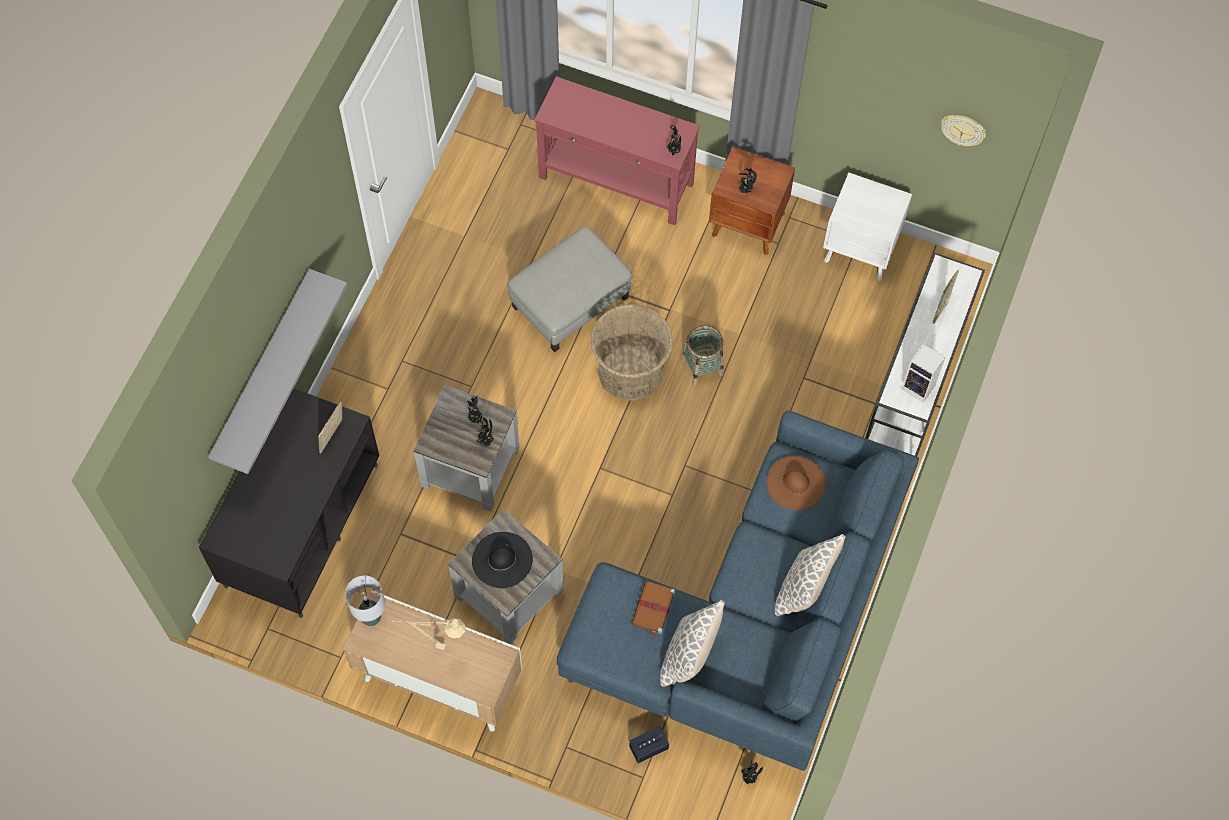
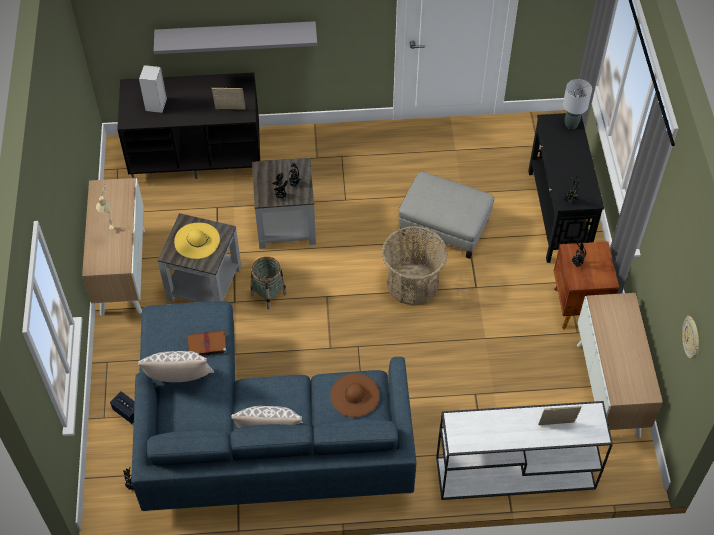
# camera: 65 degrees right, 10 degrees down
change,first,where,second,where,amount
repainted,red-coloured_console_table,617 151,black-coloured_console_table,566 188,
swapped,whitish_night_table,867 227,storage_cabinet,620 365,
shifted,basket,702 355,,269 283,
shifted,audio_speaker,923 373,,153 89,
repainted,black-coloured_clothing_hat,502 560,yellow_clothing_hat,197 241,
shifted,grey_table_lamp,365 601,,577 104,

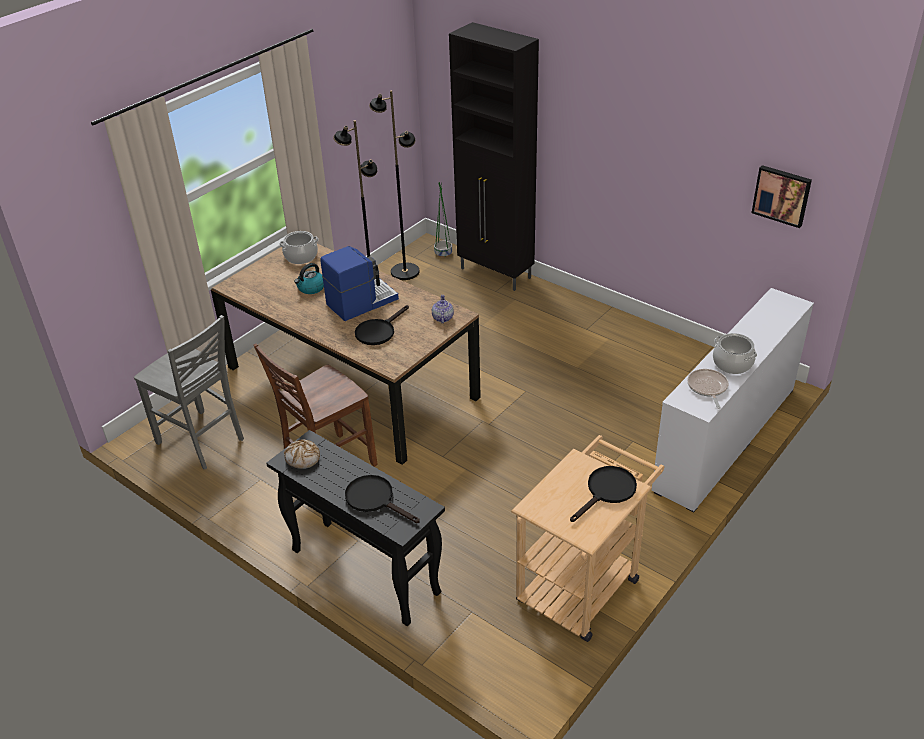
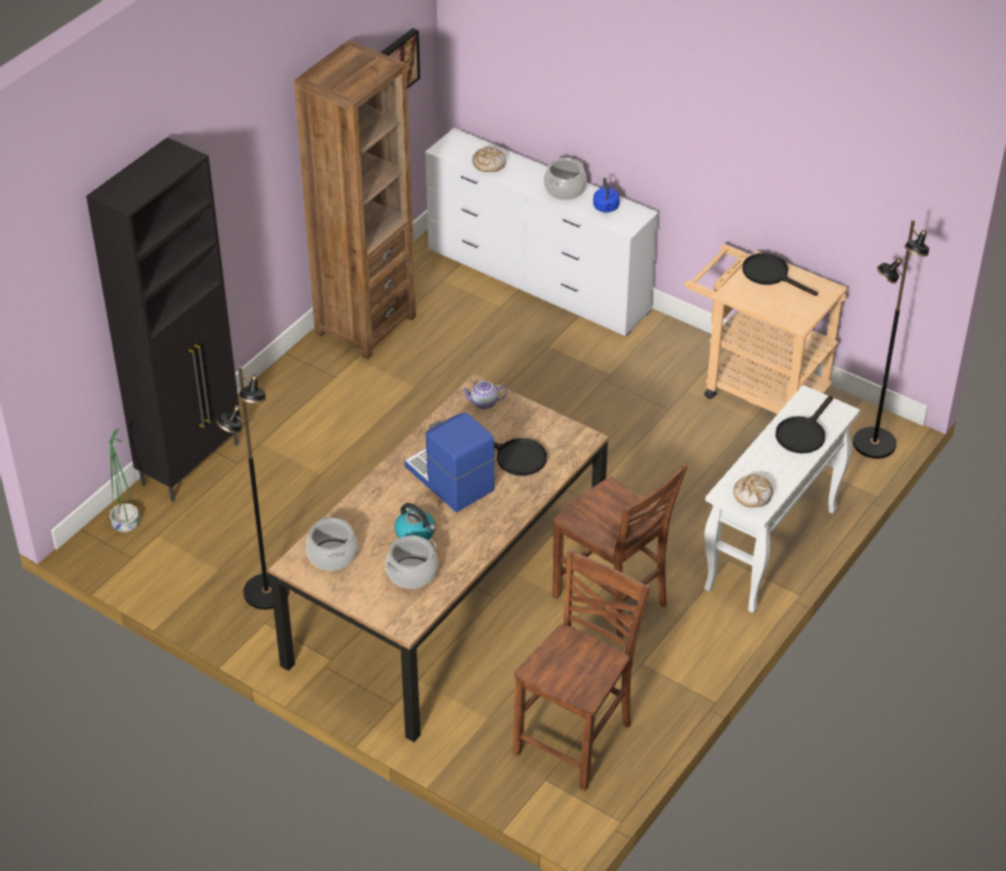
# camera: 95 degrees left, 5 degrees up
change,first,where,second,where,amount
shifted,black-coloured_standard_lamp,394 185,,891 339,
repainted,grey_chair,189 392,brown_chair,582 670,
swapped,skillet,708 389,blue-coloured_kettle,606 195,
repainted,black-coloured_console_table,355 528,whitish_console_table,782 499,
new,,,brown_bookshelf,355 200,
new,,,baked_bread,489 159,
new,,,saucepot,411 562,

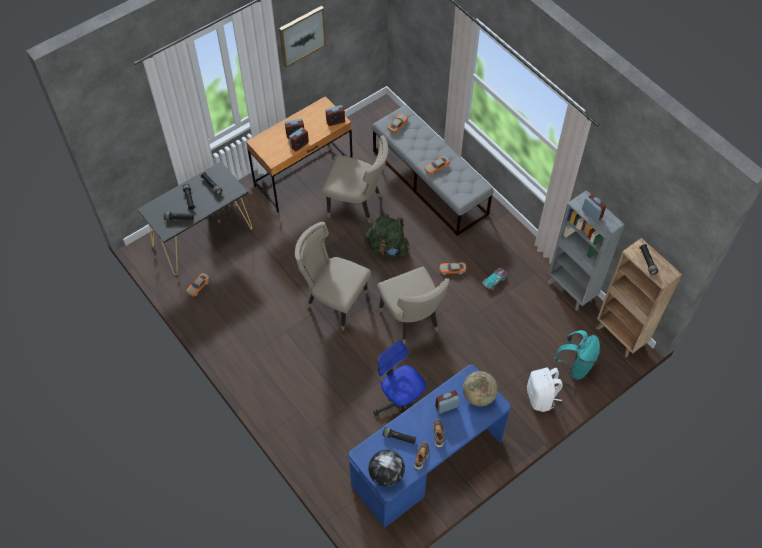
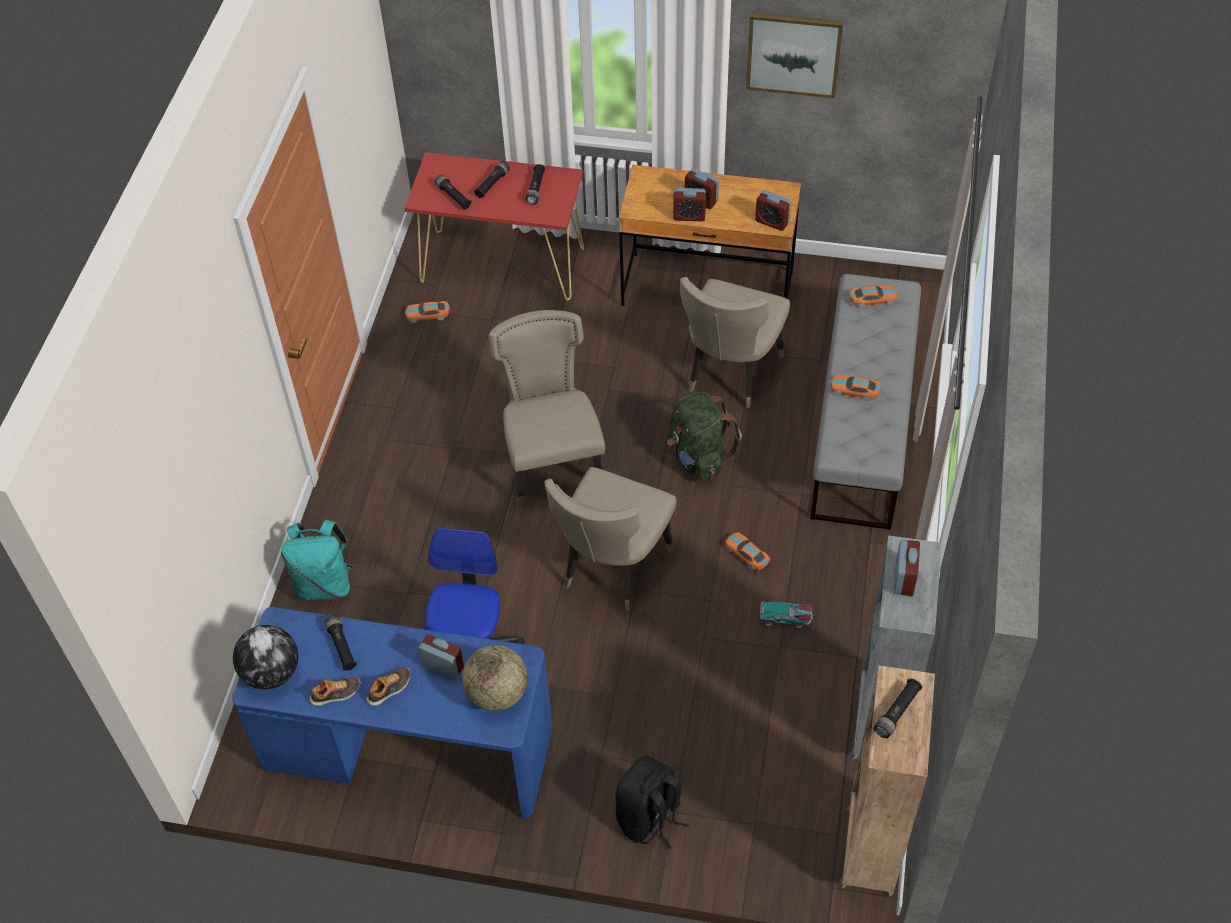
# camera: 50 degrees right, 5 degrees down
change,first,where,second,where,amount
rotated,beige_chair,355 179,,735 342,45 degrees clockwise
repainted,black-coloured_console_table,194 218,red-coloured_console_table,494 226,
shifted,turquoise-coloured_backpack,577 355,,317 560,
repainted,whitish_backpack,545 389,black-coloured_backpack,652 802,

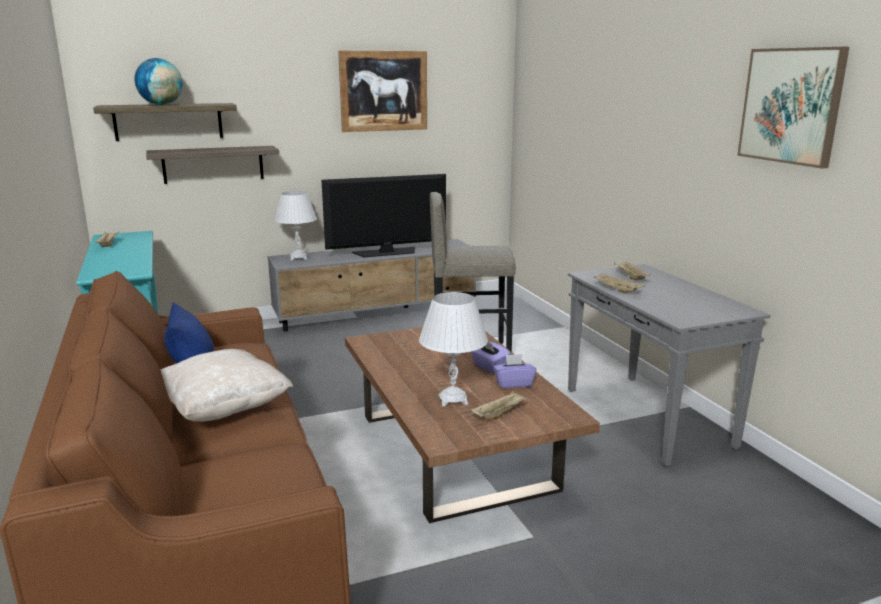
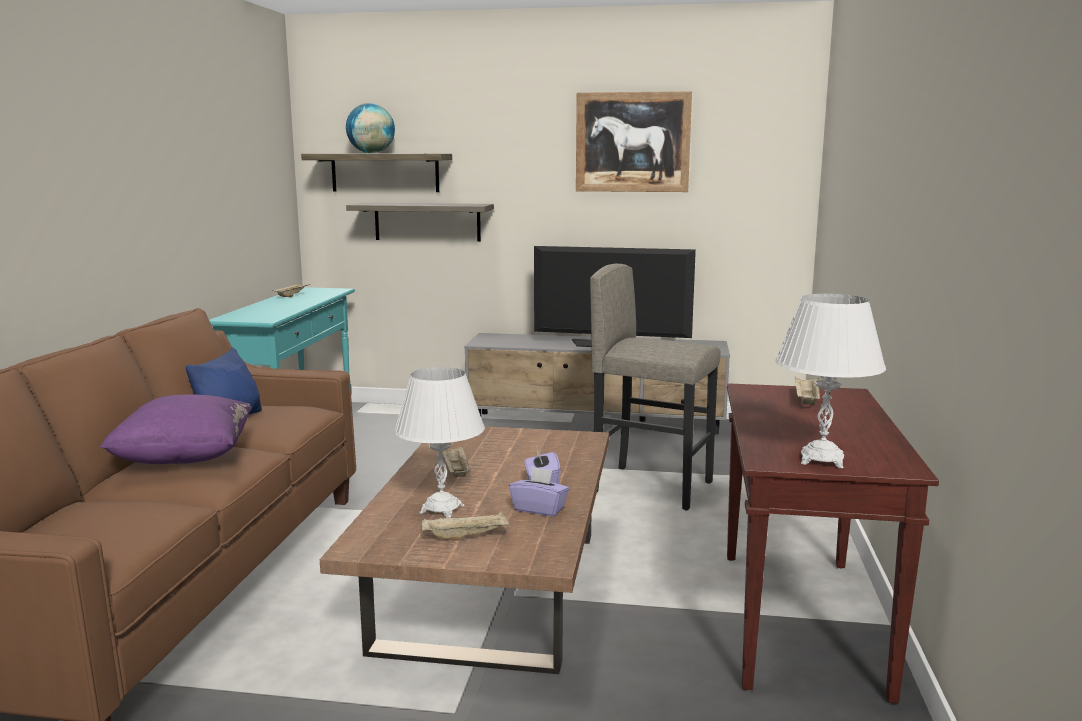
# camera: 30 degrees right, 5 degrees down
change,first,where,second,where,amount
gone,wall_picture,793 108,,,
shifted,whitish_table_lamp,296 226,,830 381,
repainted,grey_console_table,669 365,brown_console_table,833 543,
shifted,beige_serving_tray,619 282,,456 461,
repainted,beige_throw_pillow,227 385,purple_throw_pillow,176 429,

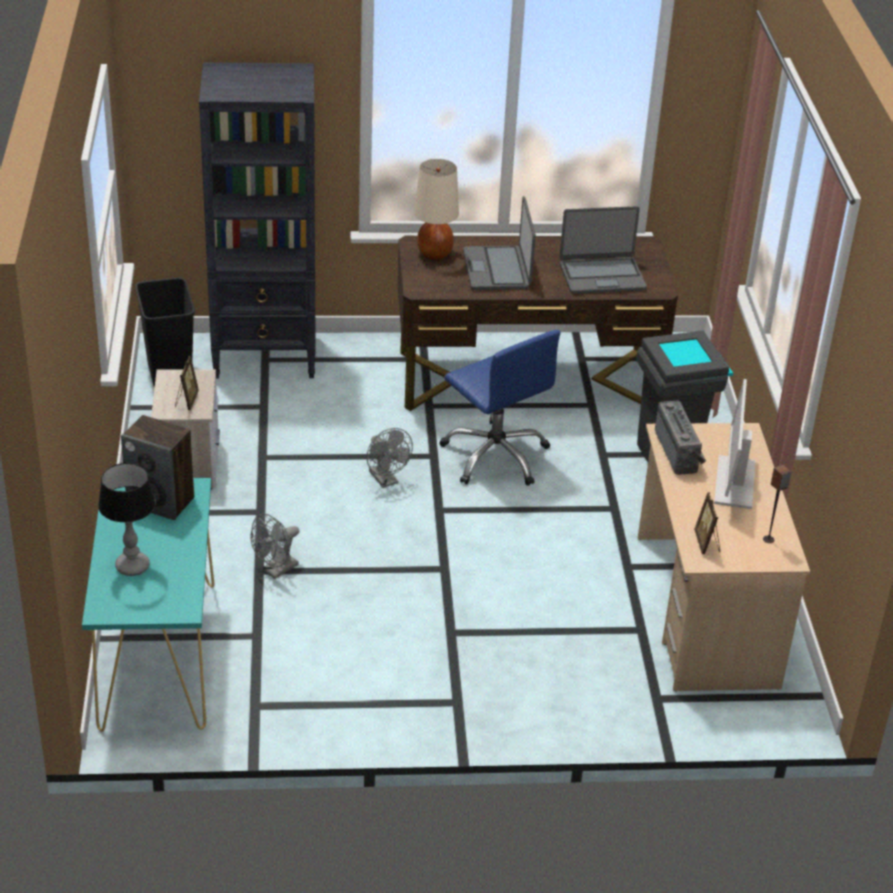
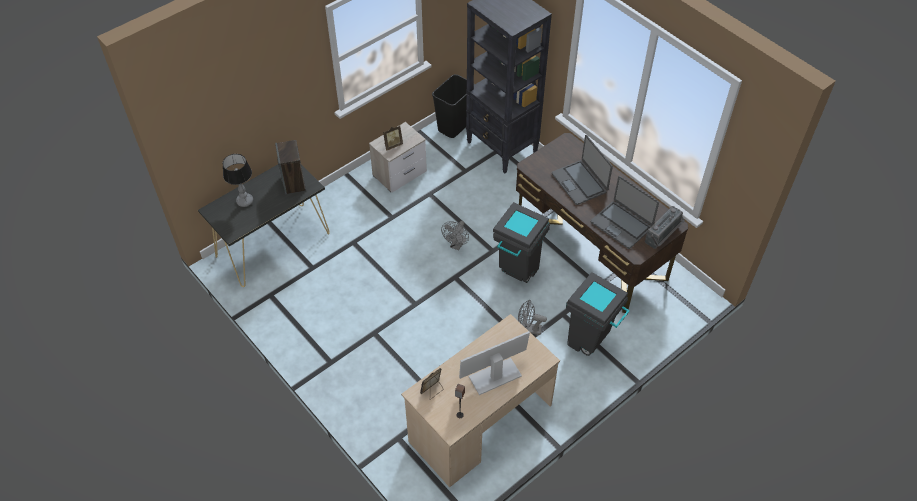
# camera: 55 degrees right, 15 degrees up
change,first,where,second,where,amount
gone,beige_table_lamp,436 209,,,
rotated,portable_computer,499 243,,582 170,75 degrees counterclockwise
swapped,blue-coloured_office_chair,499 408,grey_waste_bin,521 242,
shifted,radio_set,680 437,,665 227,
repainted,turquoise-coloured_console_table,148 605,black-coloured_console_table,264 225,
shifted,grey_electric_fan,274 546,,532 317,

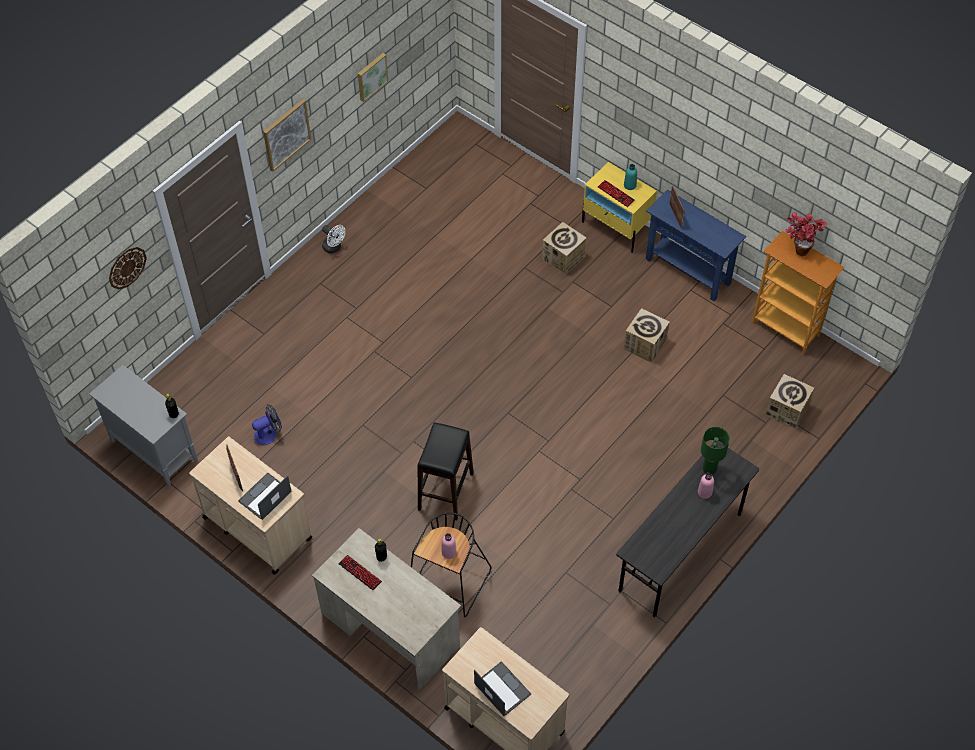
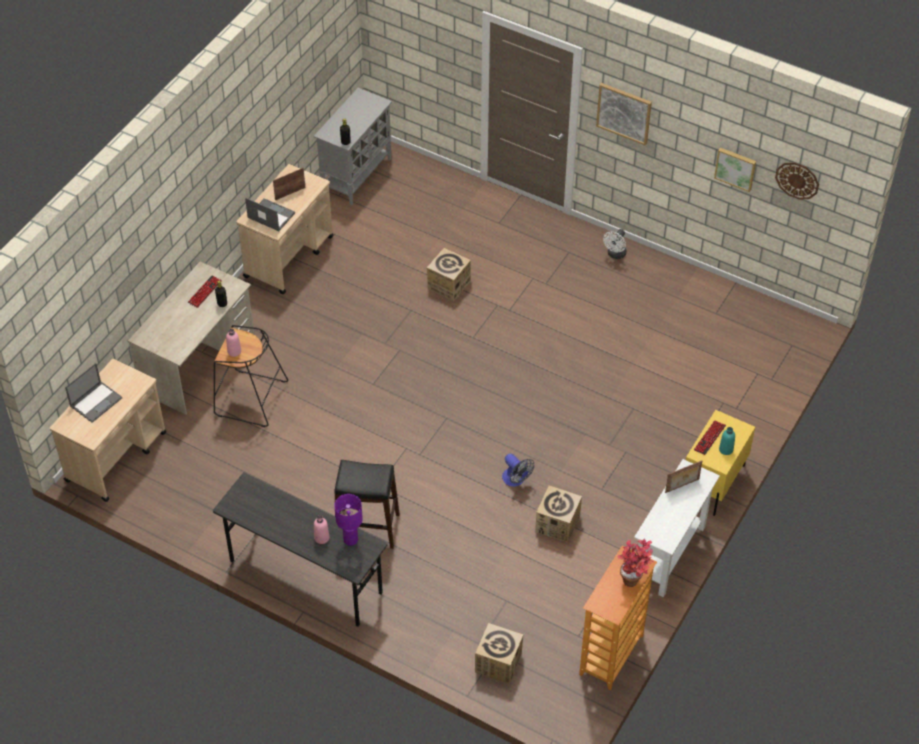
# camera: 80 degrees right, 5 degrees down
change,first,where,second,where,amount
repainted,blue-coloured_console_table,696 245,whitish_console_table,677 528,
shifted,carton,564 248,,449 274,
shifted,clock_on_the_wall,128 268,,797 181,
shifted,electric_fan,267 424,,518 470,
shifted,black-coloured_stool,445 471,,367 504,
repainted,greenish_table_lamp,715 450,purple_table_lamp,348 520,

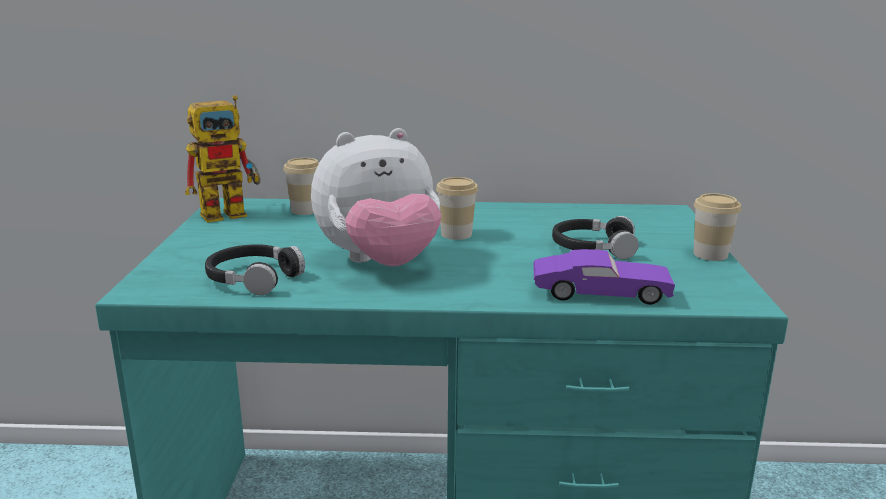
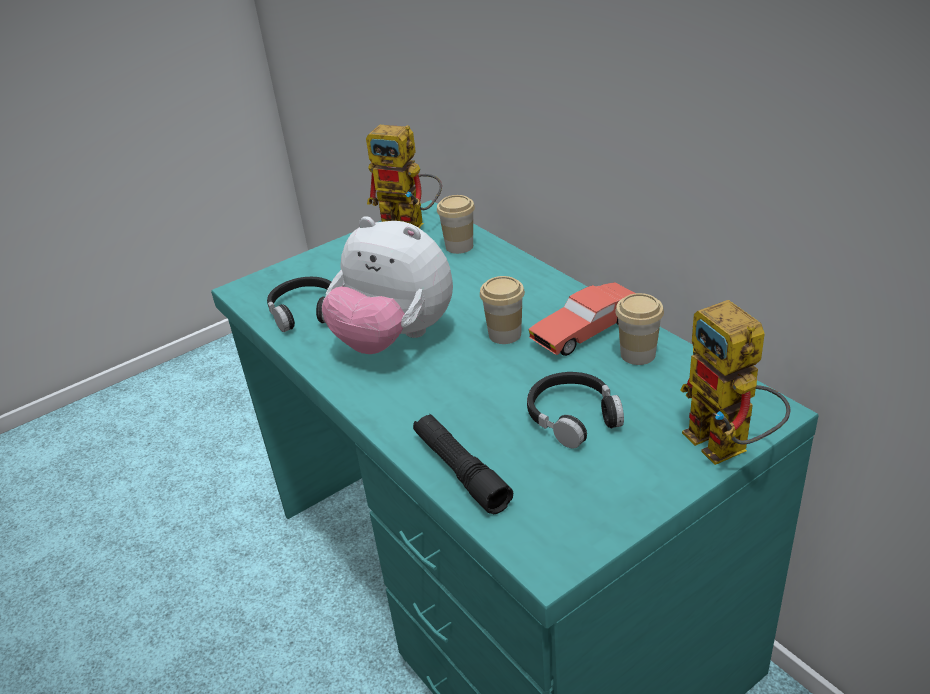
# camera: 55 degrees right, 15 degrees up
change,first,where,second,where,amount
shifted,cup,717 227,,639 329,
swapped,purple_toy_car,604 277,black-coloured_flashlight,463 464,
new,,,red-coloured_toy_car,582 319,
new,,,model_robot,735 382,

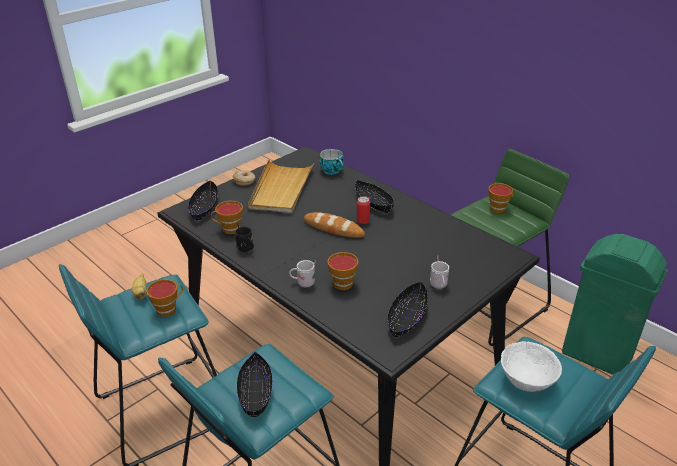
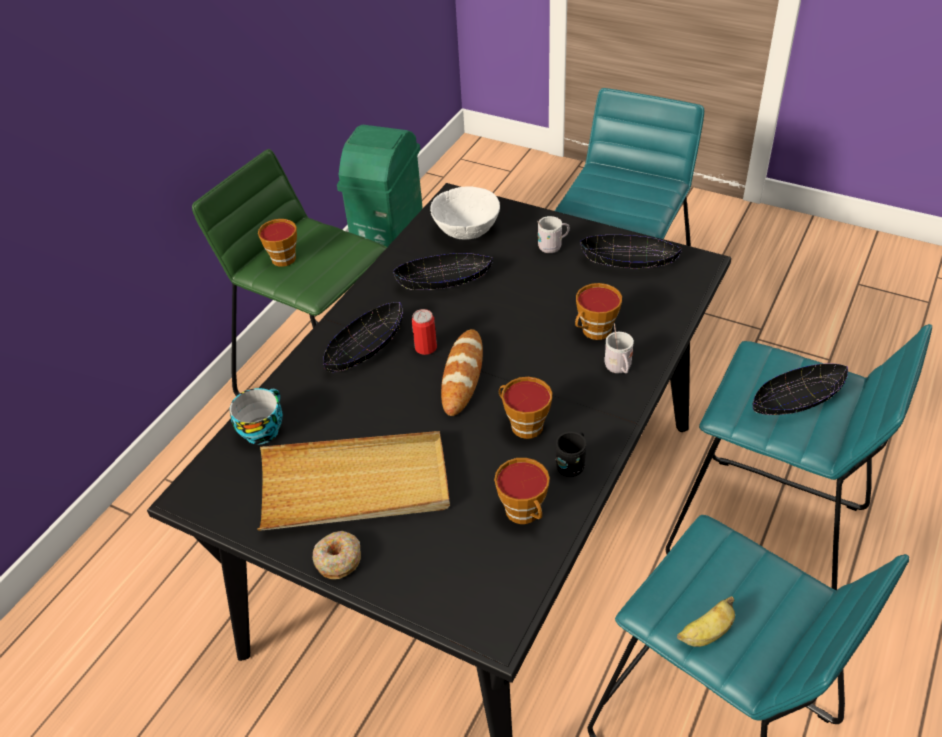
# camera: 105 degrees left, 10 degrees up
change,first,where,second,where,amount
shifted,black-coloured_bowl,203 201,,443 271,
shifted,cup,164 298,,525 408,
shifted,whitish_bowl,531 366,,465 213,

